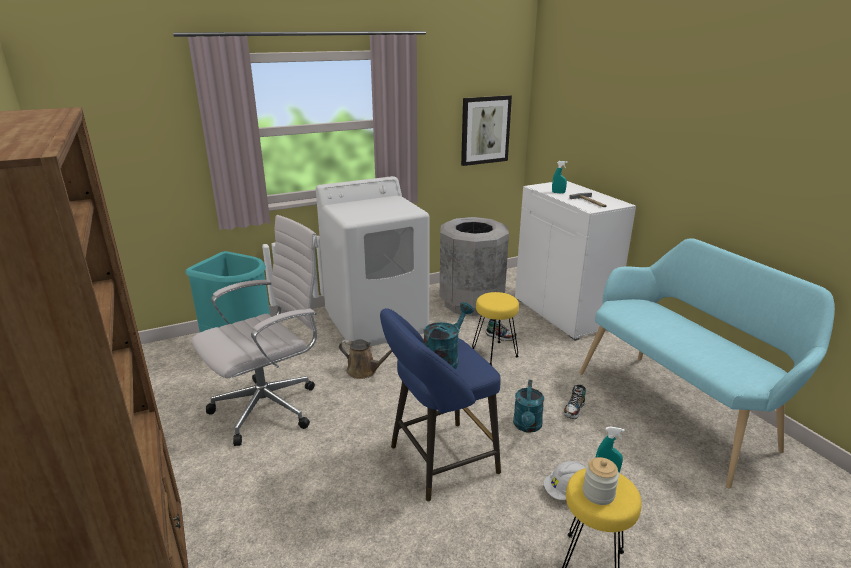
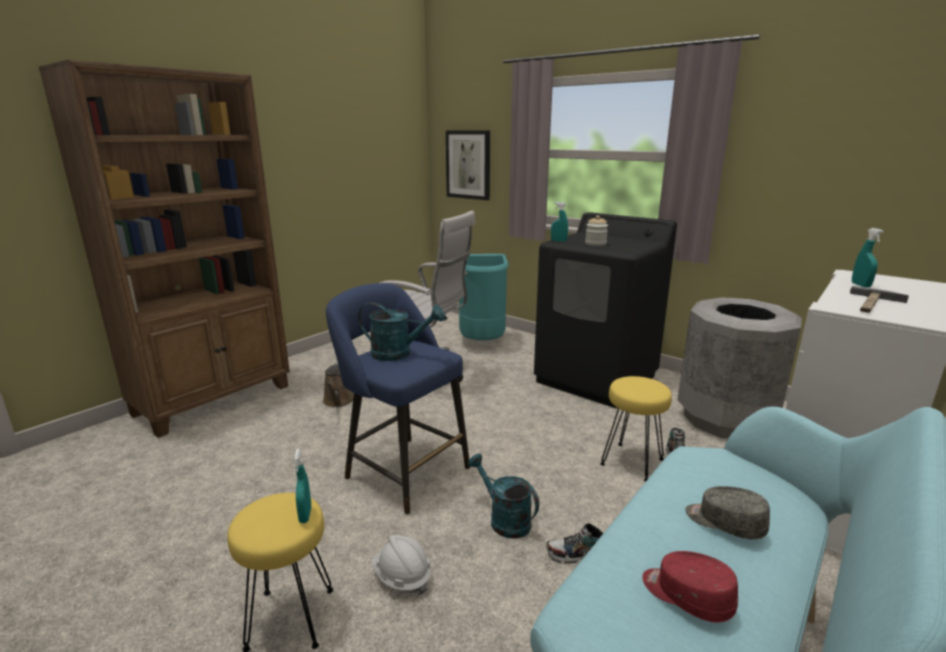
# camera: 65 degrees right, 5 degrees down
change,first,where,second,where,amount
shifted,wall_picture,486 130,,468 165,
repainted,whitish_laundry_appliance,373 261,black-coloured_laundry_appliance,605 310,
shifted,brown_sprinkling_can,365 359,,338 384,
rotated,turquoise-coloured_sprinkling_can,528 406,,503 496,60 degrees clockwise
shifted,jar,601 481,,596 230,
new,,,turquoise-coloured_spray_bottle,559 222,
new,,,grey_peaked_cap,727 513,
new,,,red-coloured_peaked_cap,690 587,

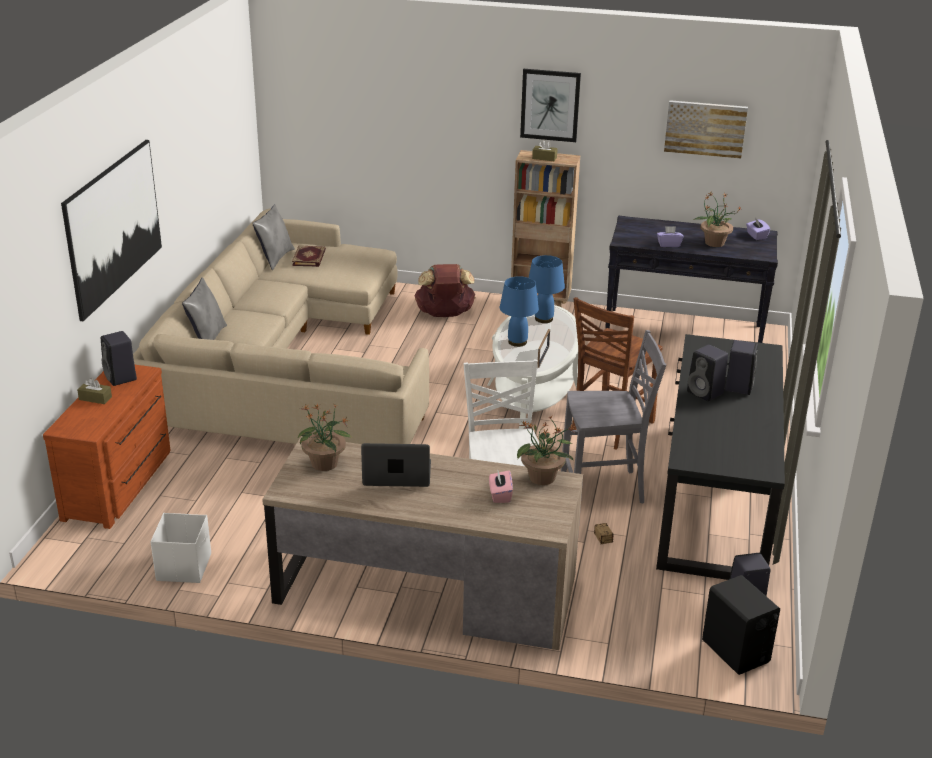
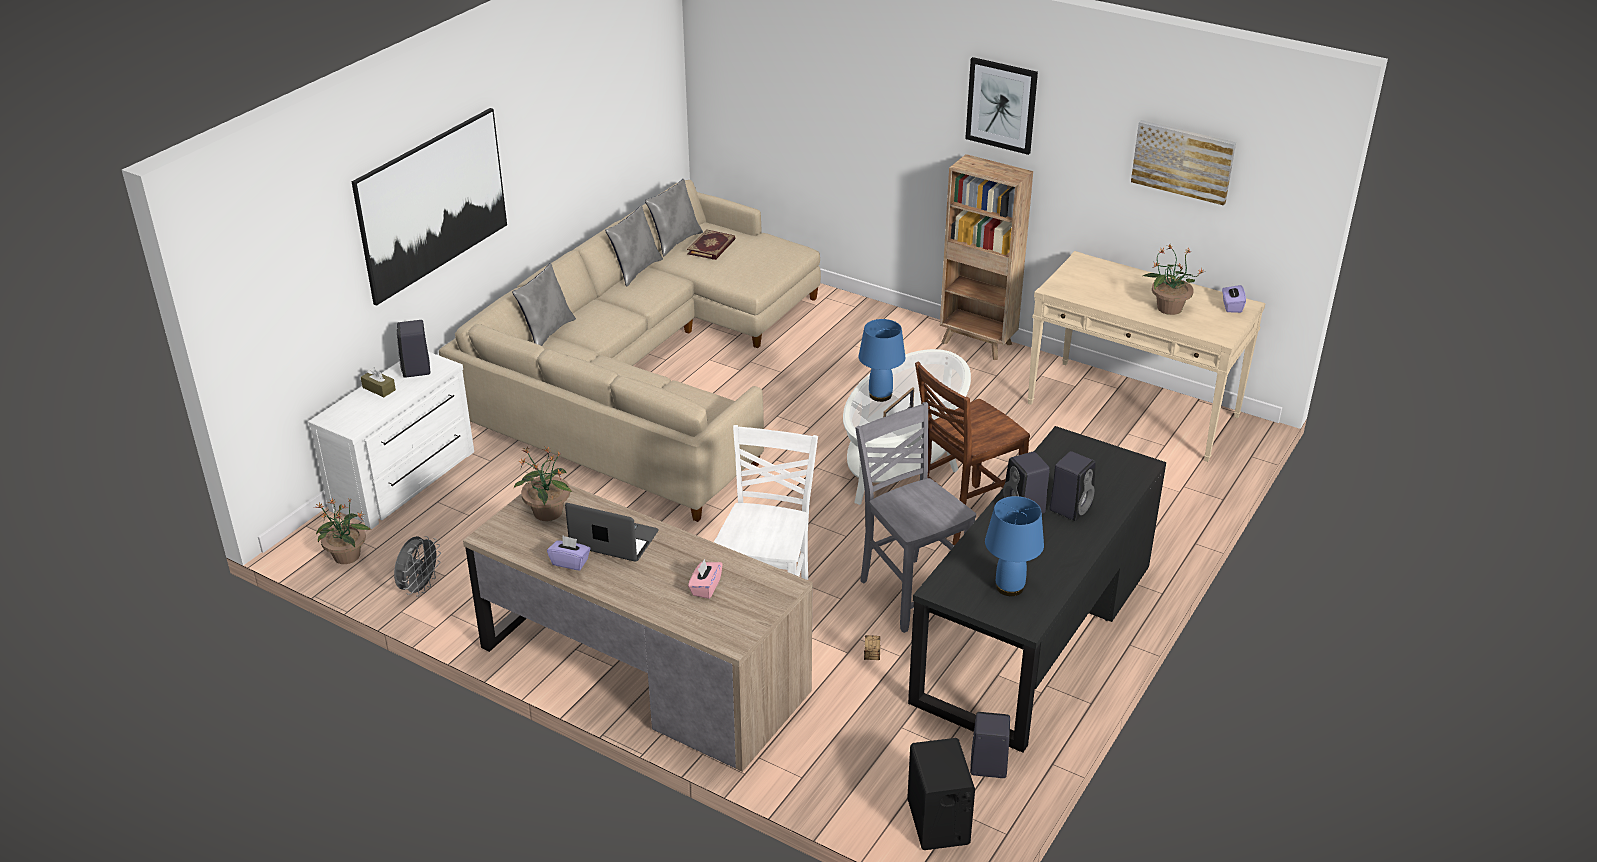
# camera: 20 degrees right, 5 degrees up
change,first,where,second,where,amount
gone,brown_tissue_holder,545 150,,,
repainted,black-coloured_console_table,691 279,beige_console_table,1146 356,
shifted,purple_tissue_holder,670 236,,569 553,
shifted,blue-coloured_table_lamp,546 289,,1014 546,
gone,brown_backpack,445 290,,,
rotated,grey_chair,613 416,,915 517,135 degrees counterclockwise
repainted,brown_chest_of_drawers,107 447,whitish_chest_of_drawers,391 440,
shifted,plant_in_a_pot,546 450,,342 531,
swapped,whitish_storage_box,180 548,grey_electric_fan,417 566,
new,,,grey_throw_pillow,634 245,

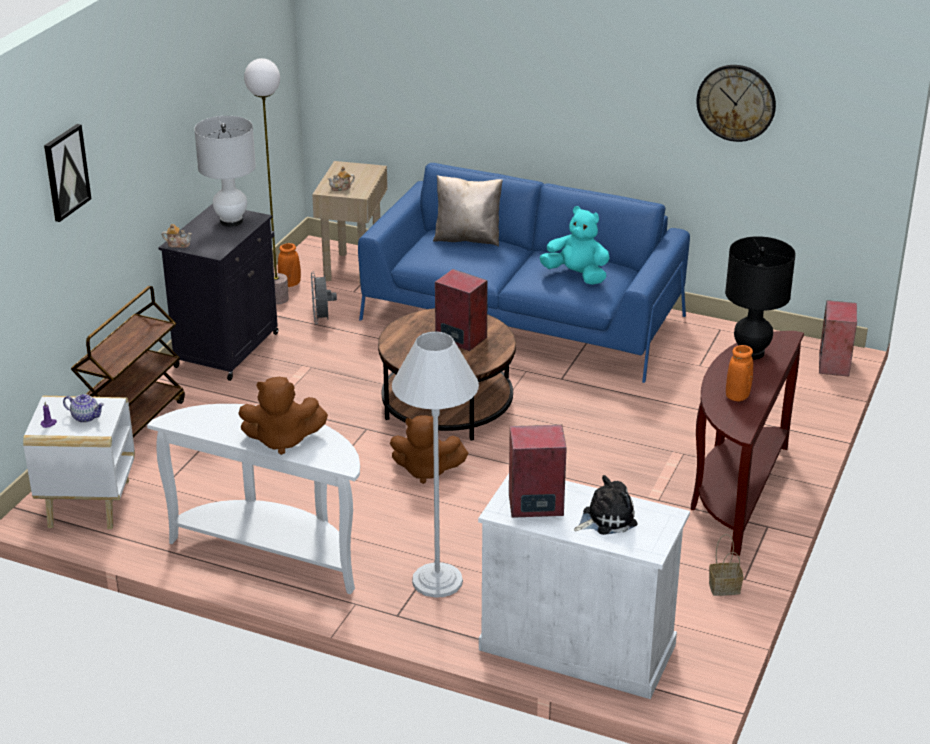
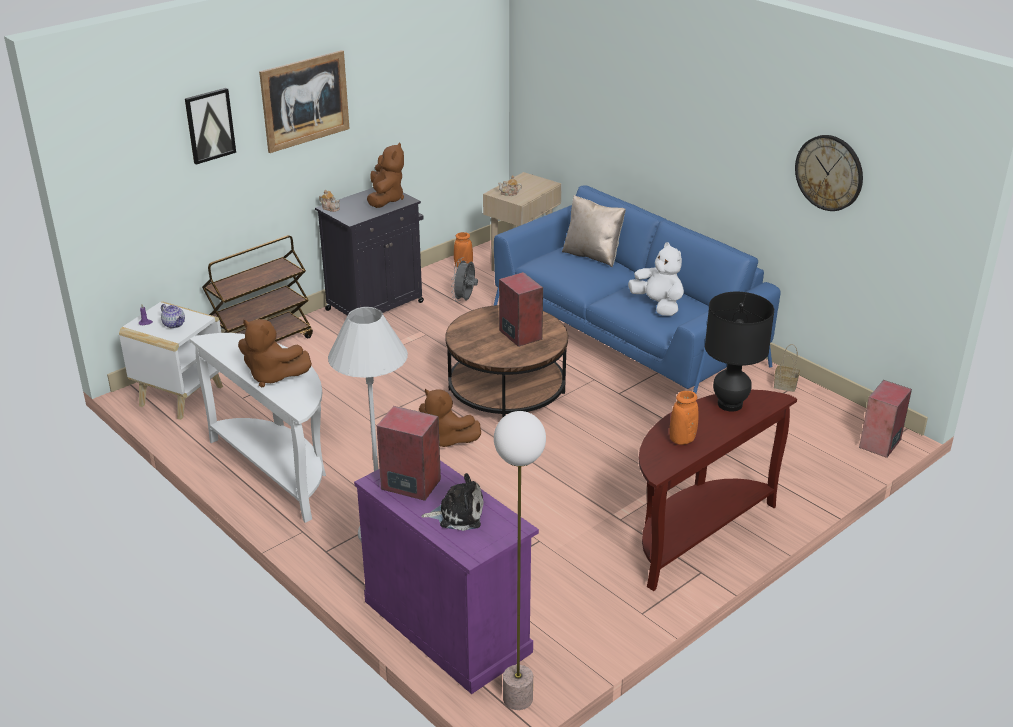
# camera: 25 degrees right, 0 degrees up
change,first,where,second,where,amount
shifted,standard_lamp,266 181,,520 560,
swapped,whitish_table_lamp,225 171,brown_soft_toy,385 175,
repainted,turquoise-coloured_soft_toy,574 245,whitish_soft_toy,656 279,
repainted,whitish_storage_cabinet,584 586,purple_storage_cabinet,446 577,
shifted,basket,726 565,,787 368,
new,,,wall_picture,304 101,

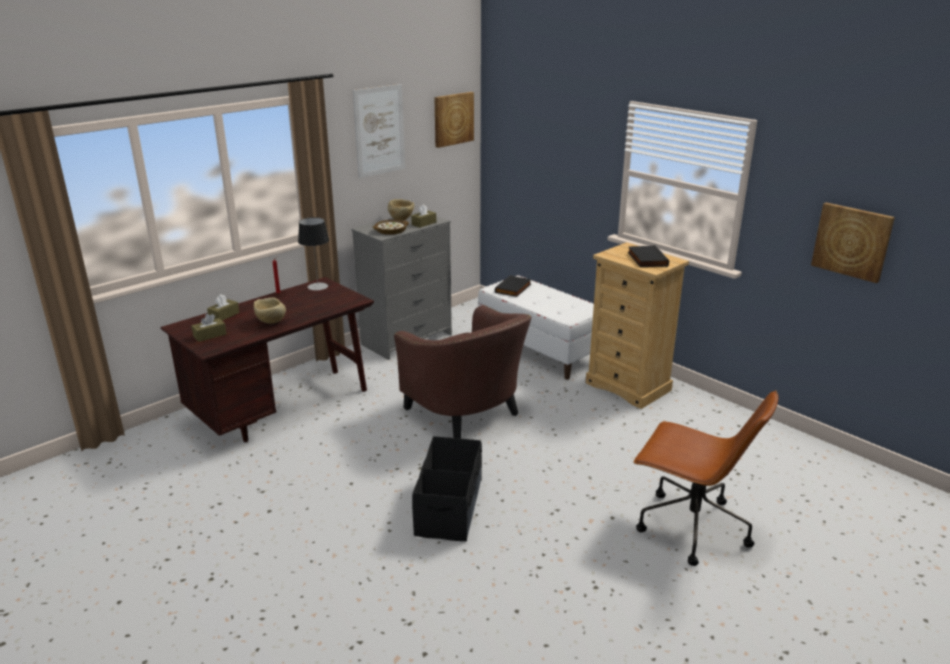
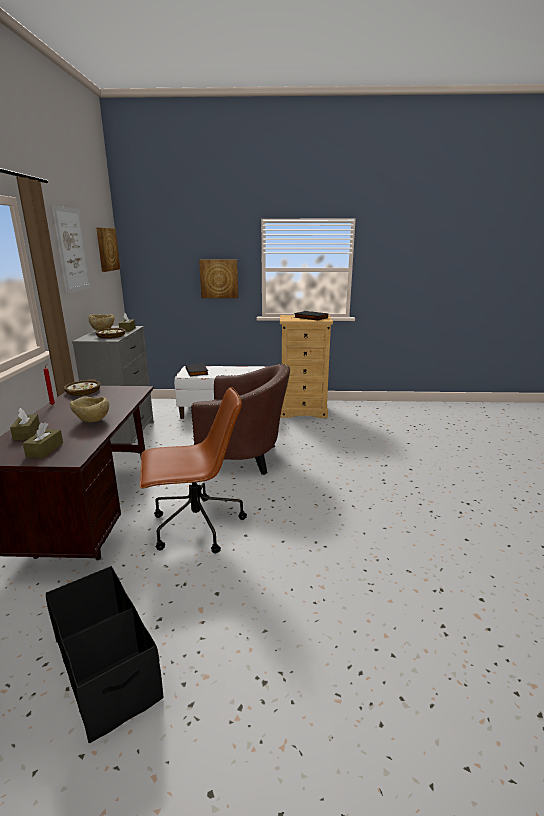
# camera: 45 degrees left, 5 degrees down
change,first,where,second,where,amount
shifted,wall_picture,853 242,,218 279,
swapped,table_lamp,313 254,bowl,82 387,
shifted,brown_office_chair,705 478,,193 470,
shifted,black-coloured_storage_box,447 488,,104 654,

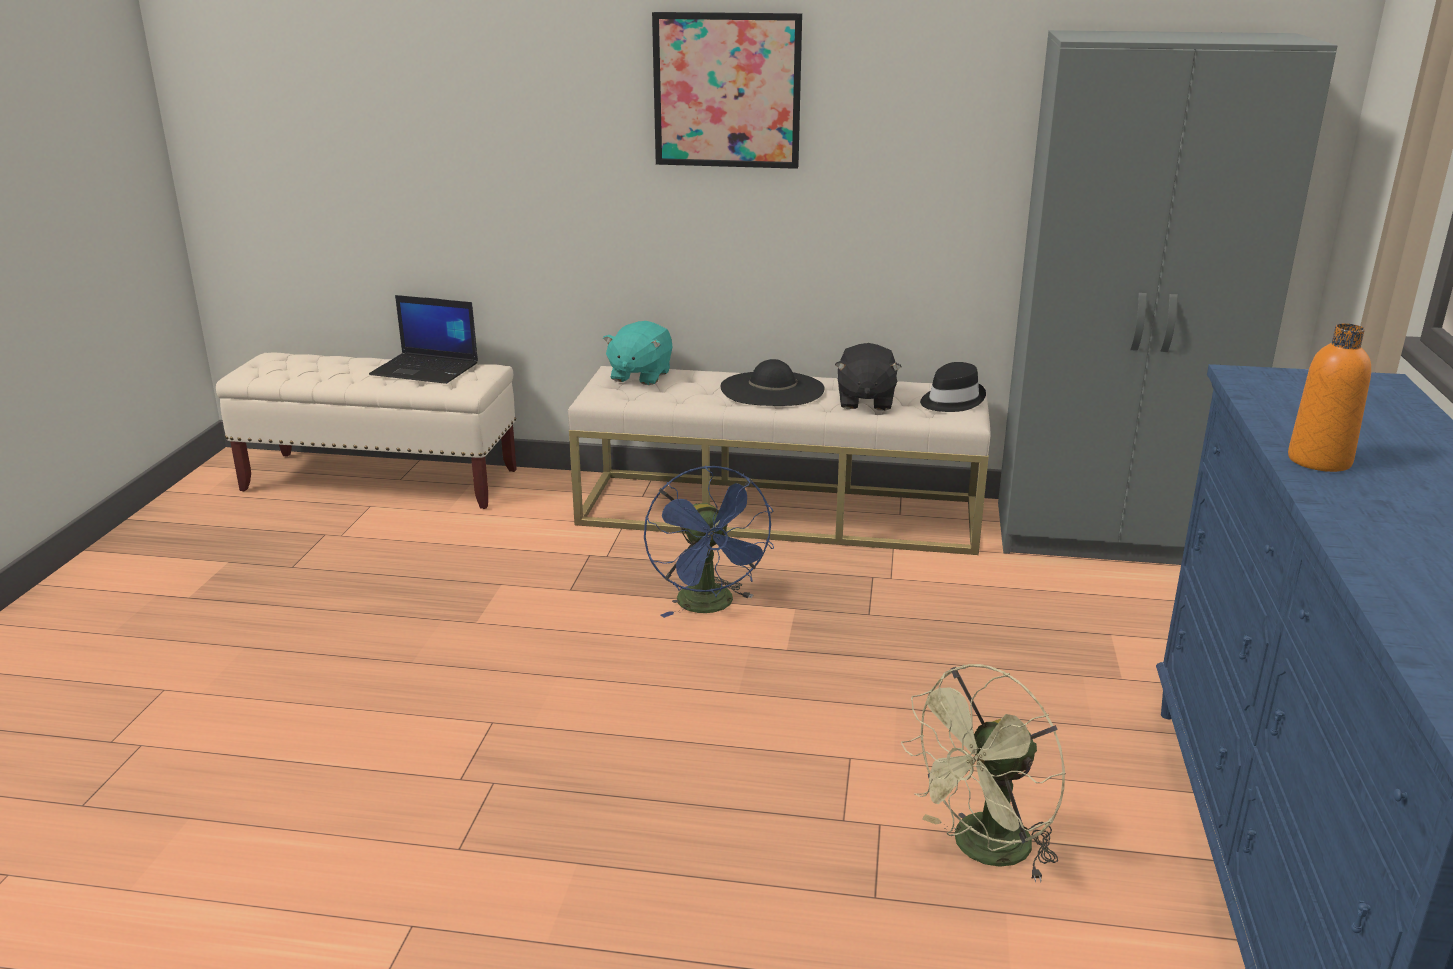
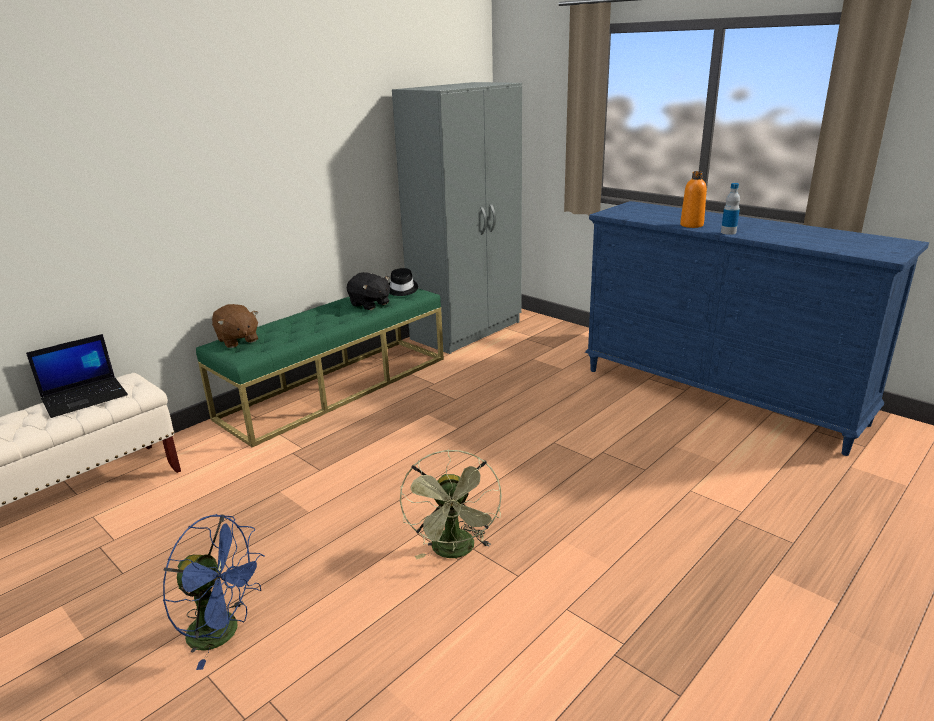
# camera: 55 degrees left, 0 degrees up
change,first,where,second,where,amount
gone,wall_picture,727 90,,,
repainted,turquoise-coloured_soft_toy,638 353,brown_soft_toy,235 326,
gone,black-coloured_clothing_hat,772 382,,,
repainted,beige_indoor_bench,779 460,greenish_indoor_bench,320 368,
shifted,blue-coloured_electric_fan,709 541,,214 592,
shifted,greenish_electric_fan,983 773,,451 504,
new,,,bottle,730 209,

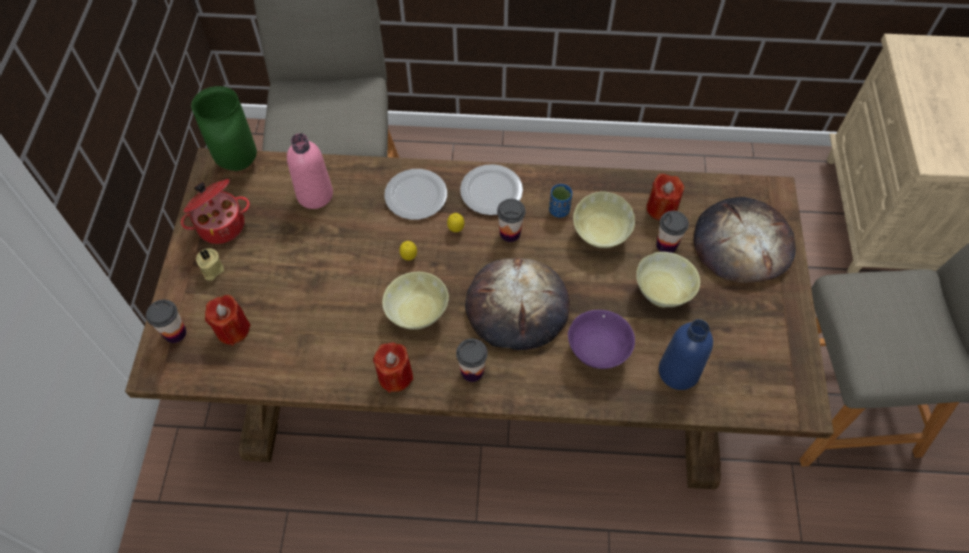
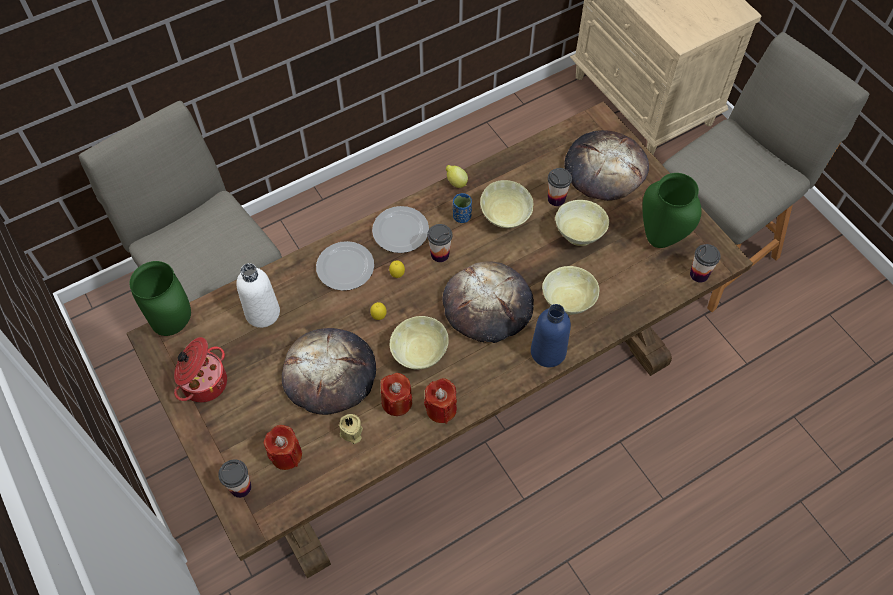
# camera: 35 degrees left, 0 degrees up
change,first,where,second,where,amount
repainted,pink-coloured_bottle,310 171,whitish_bottle,258 295,
shifted,red-coloured_candle,665 197,,396 394,
shifted,beige_candle,210 264,,351 429,
repainted,purple_bowl,601 339,beige_bowl,570 290,
shifted,blue-coloured_bottle,686 354,,551 335,
shifted,cup,472 360,,705 263,
new,,,whole_lemon,457 176,
new,,,greenish_vase,672 210,
new,,,baked_bread,329 371,

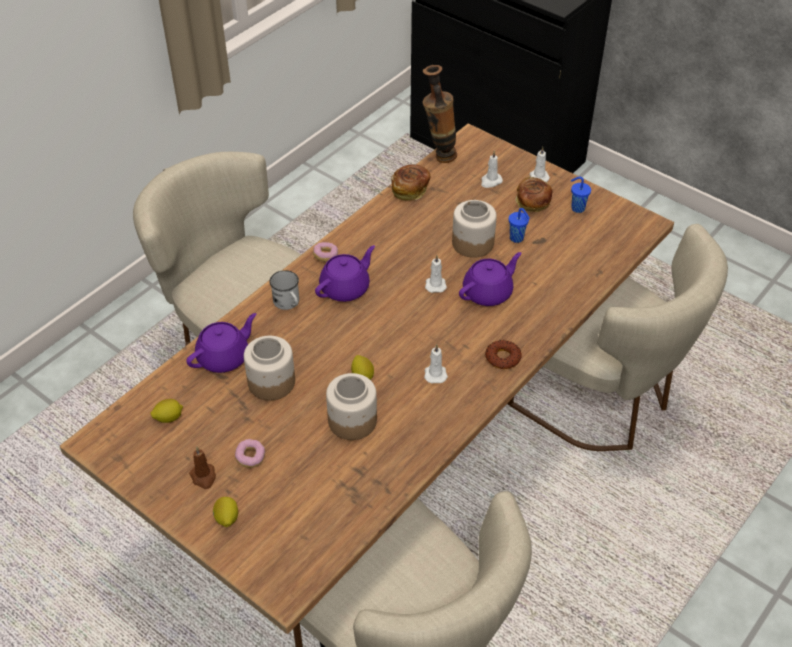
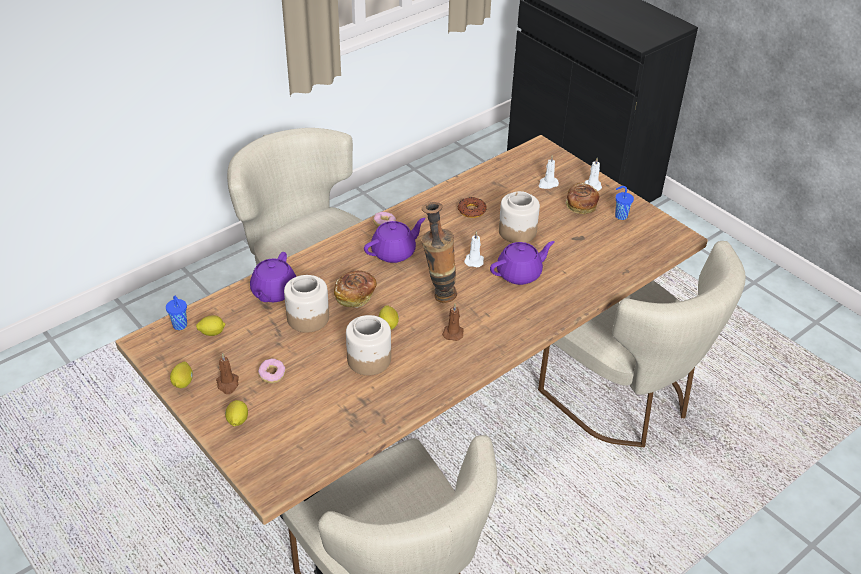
# camera: 10 degrees right, 5 degrees down
change,first,where,second,where,amount
shifted,vase,440 114,,439 252,
shifted,baked_bread,411 182,,355 289,
shifted,blue-coloured_cup,519 225,,176 313,
gone,whitish_coffee_mug,284 290,,,
rotated,purple_tea_pot,221 343,,273 277,135 degrees clockwise
shifted,doughnut,503 354,,471 207,
repainted,whitish_candle,436 364,brown_candle,453 322,
new,,,whole_lemon,181 375,

